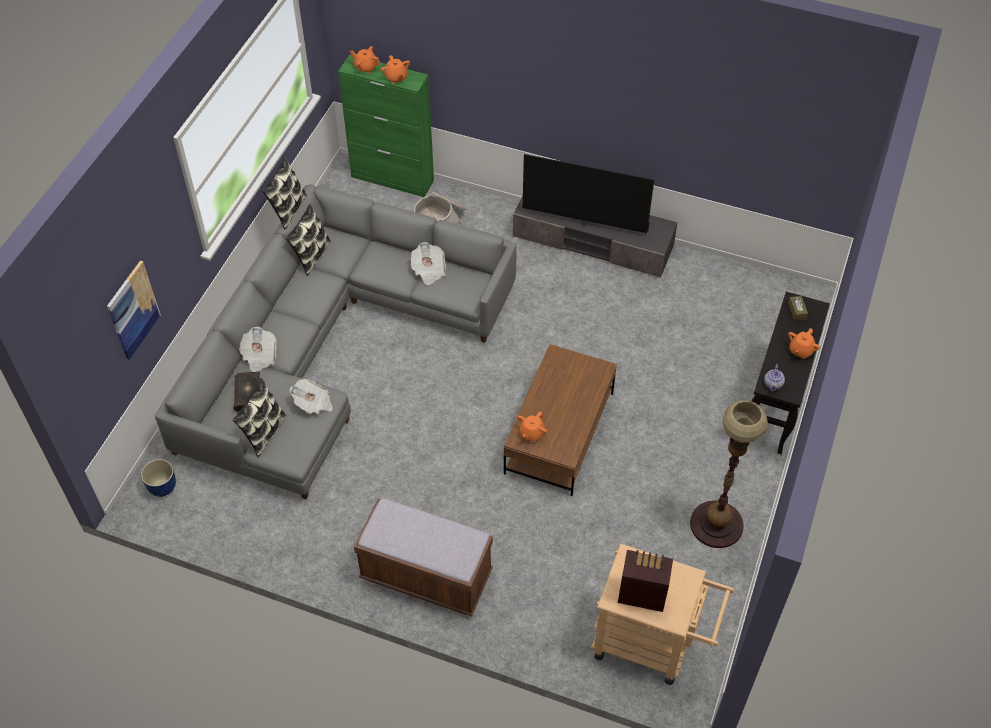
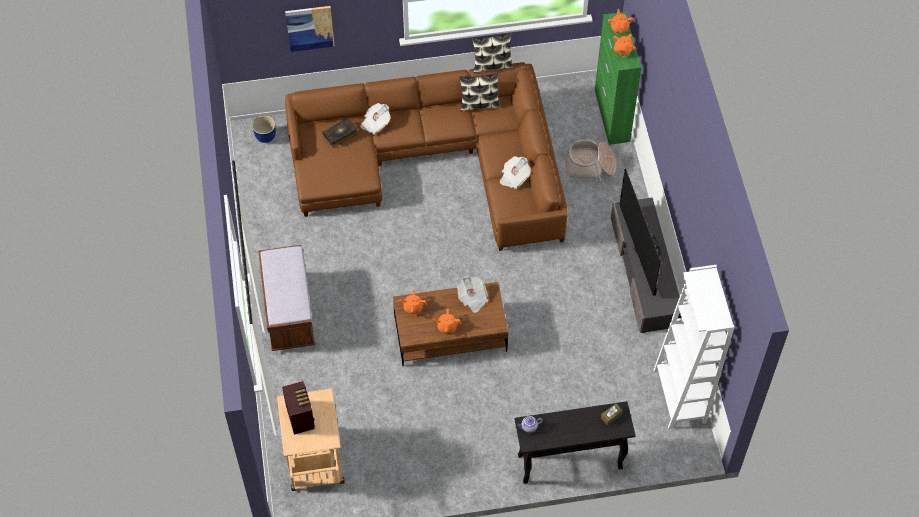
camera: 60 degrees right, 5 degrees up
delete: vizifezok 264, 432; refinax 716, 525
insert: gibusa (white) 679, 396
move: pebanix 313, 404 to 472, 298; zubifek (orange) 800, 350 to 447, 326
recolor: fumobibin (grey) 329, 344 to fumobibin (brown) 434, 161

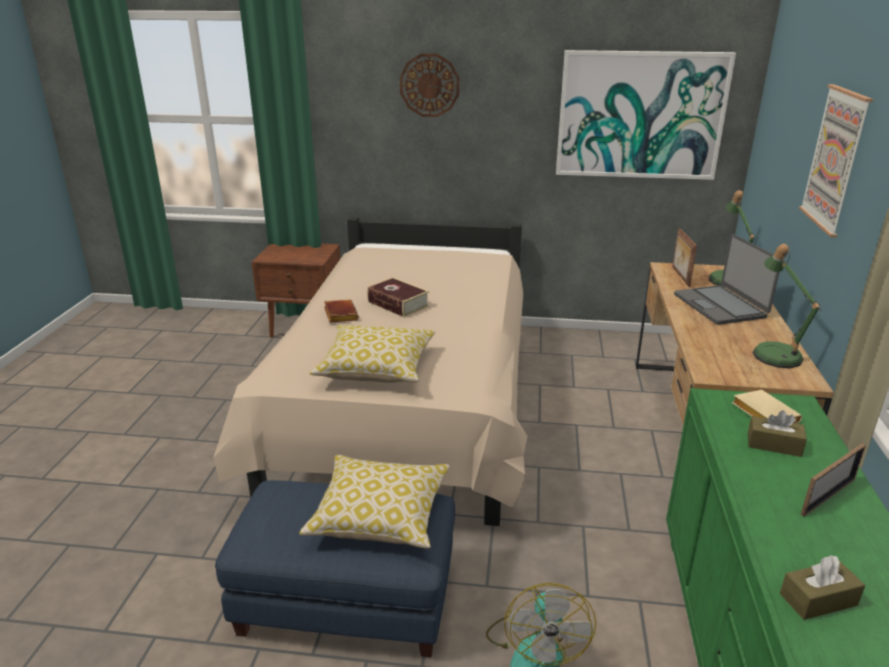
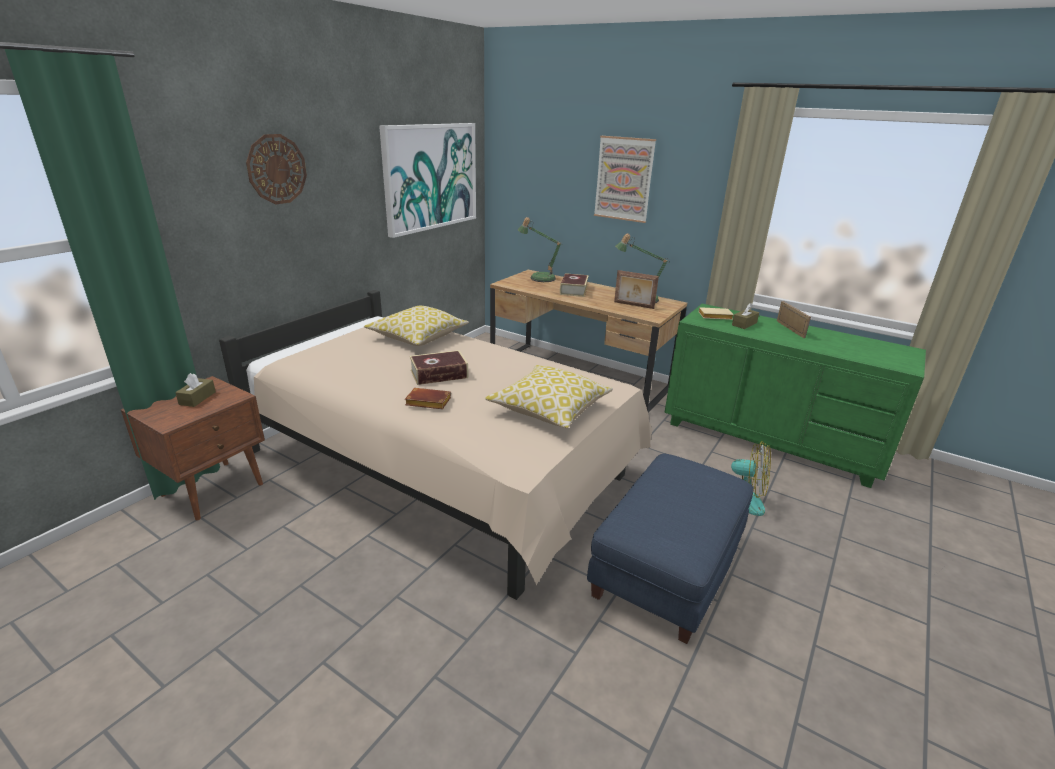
camera: 65 degrees left, 0 degrees up
move: vizifezok 380, 515 to 418, 337; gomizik 680, 276 to 633, 305; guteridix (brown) 818, 599 to 197, 398
replace: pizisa 720, 306 to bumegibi 573, 290

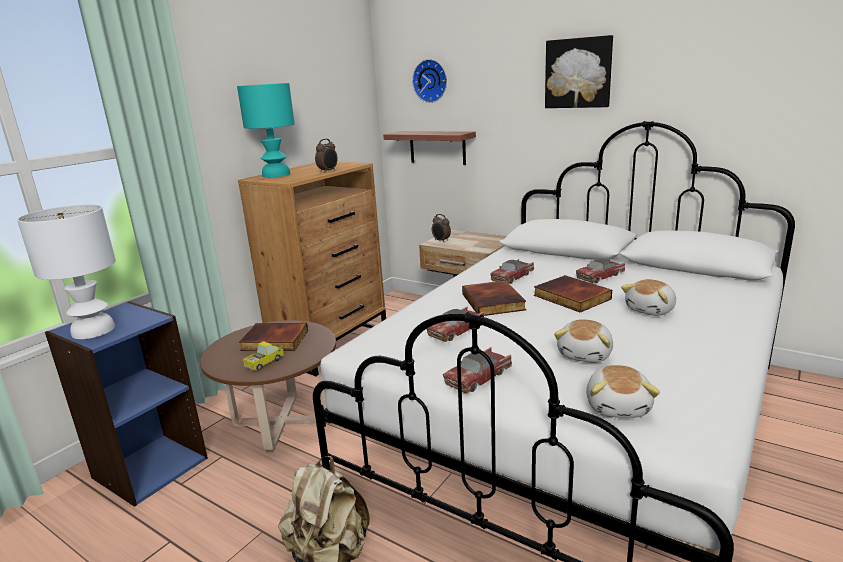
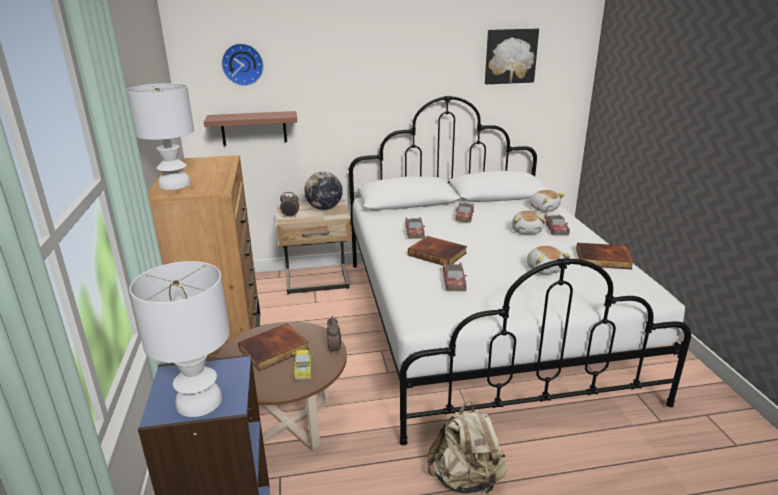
camera: 45 degrees left, 5 degrees up
insert: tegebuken 324, 208
move: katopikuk 328, 171 to 334, 349; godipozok 478, 377 to 555, 229; bumegibi 570, 297 to 603, 259; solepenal 578, 73 to 510, 56; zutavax 618, 406 to 544, 208
recolor: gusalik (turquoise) 276, 174 to gusalik (white) 174, 184

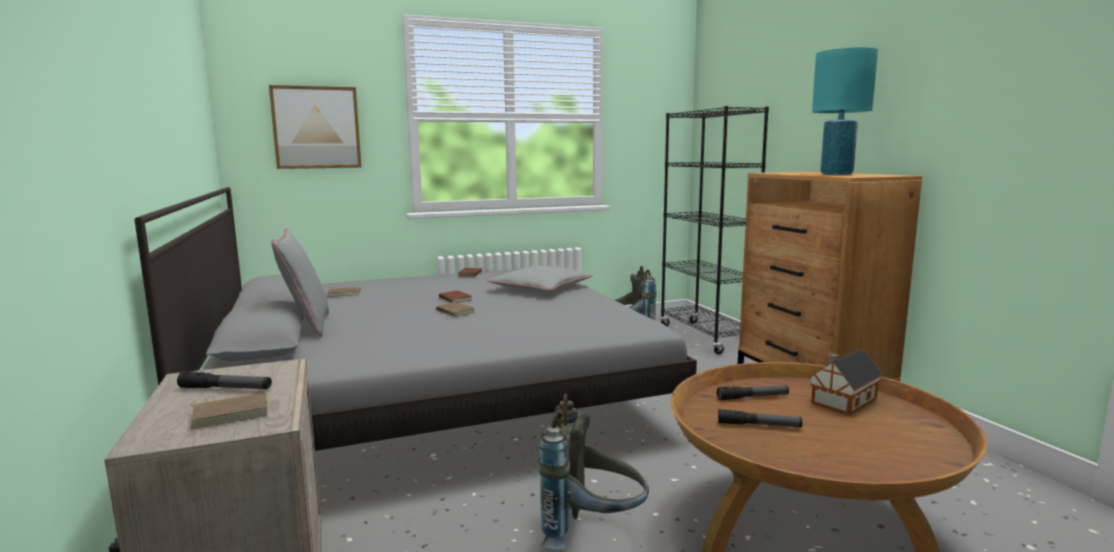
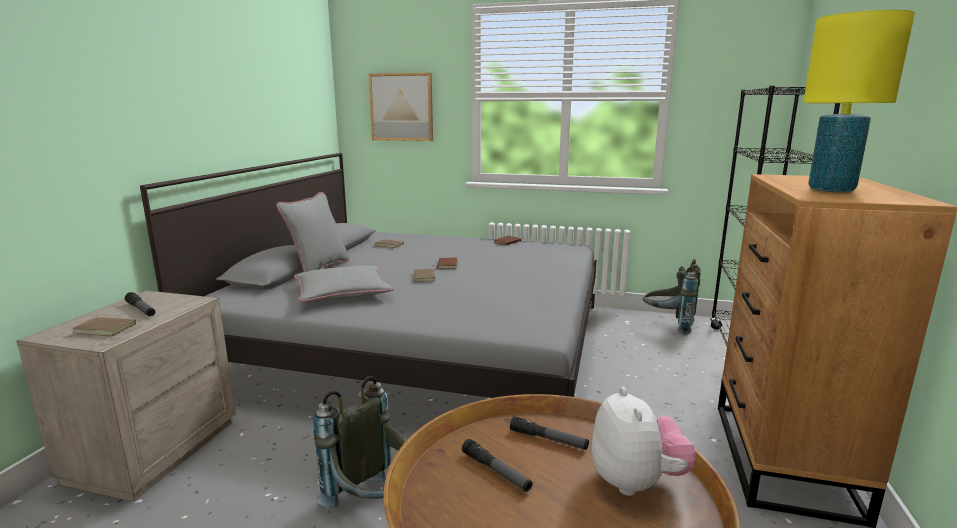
camera: 35 degrees right, 5 degrees up
move: vizifezok (grey) 540, 288 to 342, 292
replace: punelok 841, 401 to zutavax 636, 482
recolor: gusalik (turquoise) 836, 174 to gusalik (yellow) 830, 190

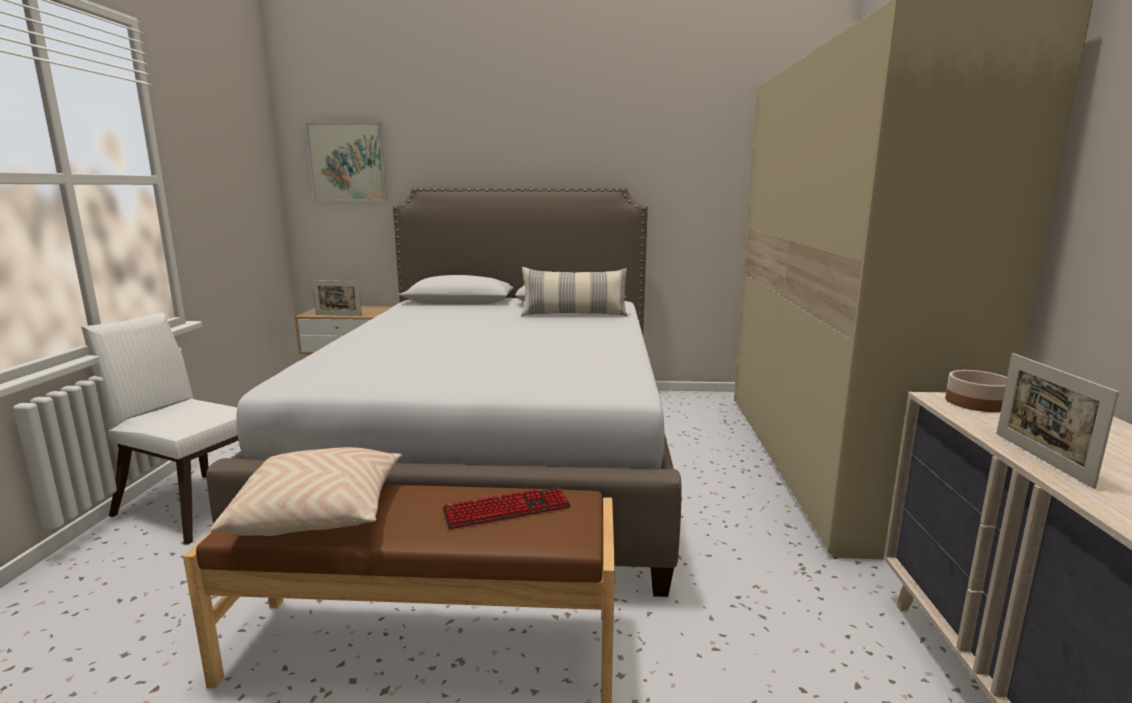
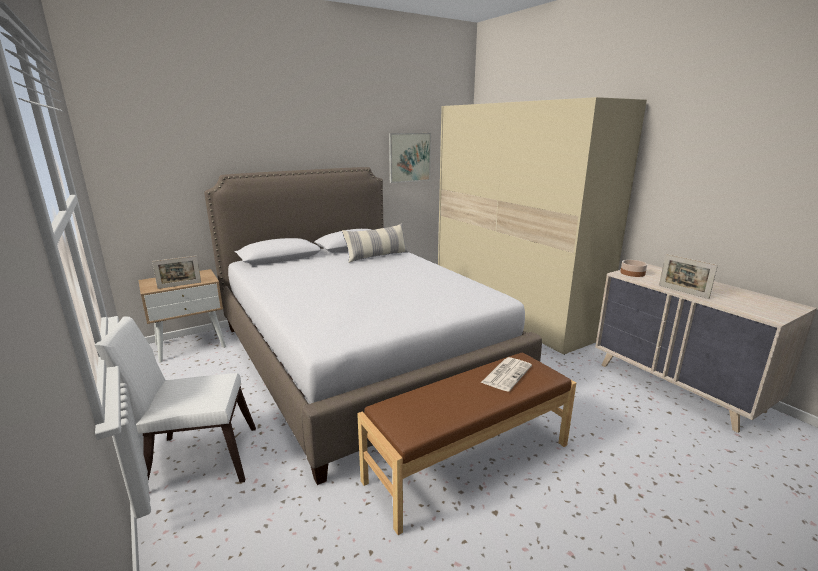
camera: 35 degrees left, 5 degrees up
delete: vizifezok (beige) 319, 513
move: solepenal 347, 162 to 409, 157
replace: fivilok 507, 510 to pebanix 506, 374

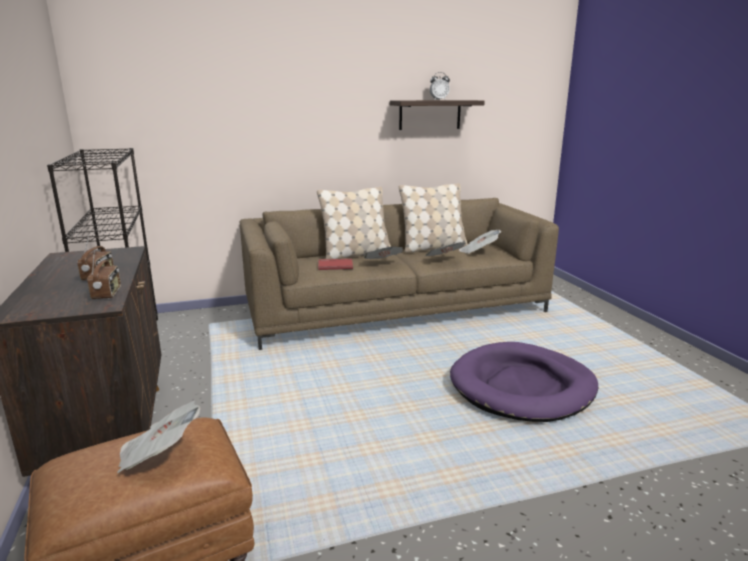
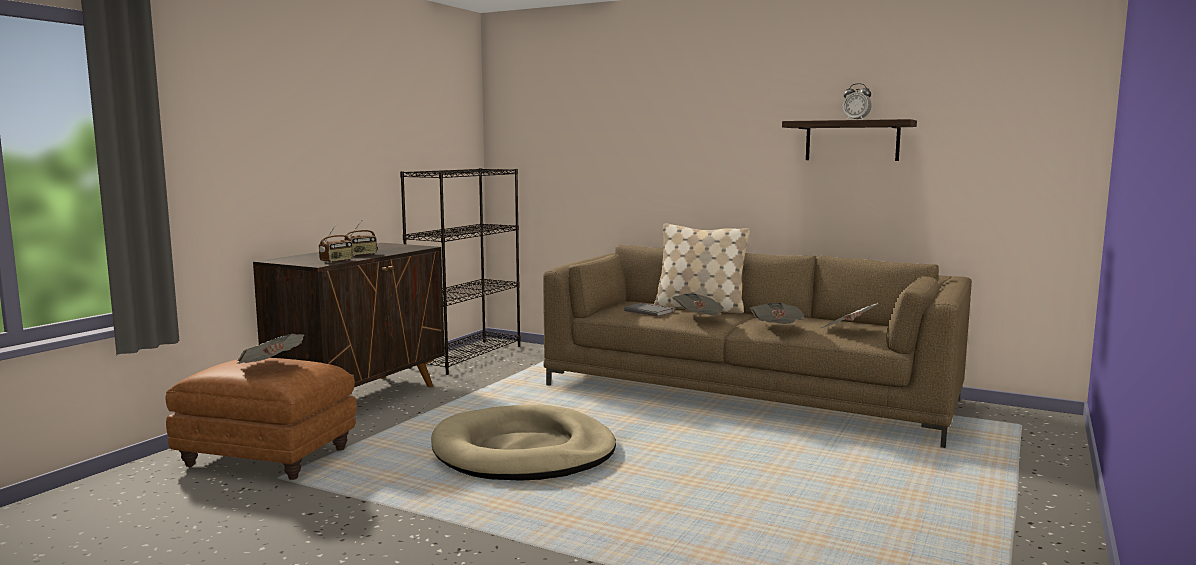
camera: 45 degrees right, 10 degrees down
delete: vizifezok (beige) 432, 247; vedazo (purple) 522, 386
insert: vedazo (beige) 523, 452
recolor: bumegibi (red) 335, 265 to bumegibi (grey) 649, 311

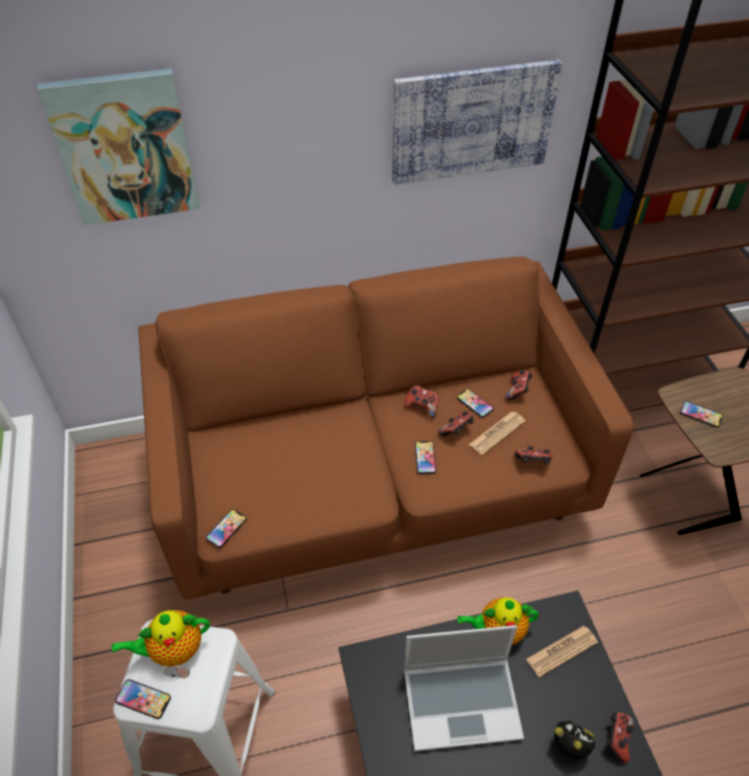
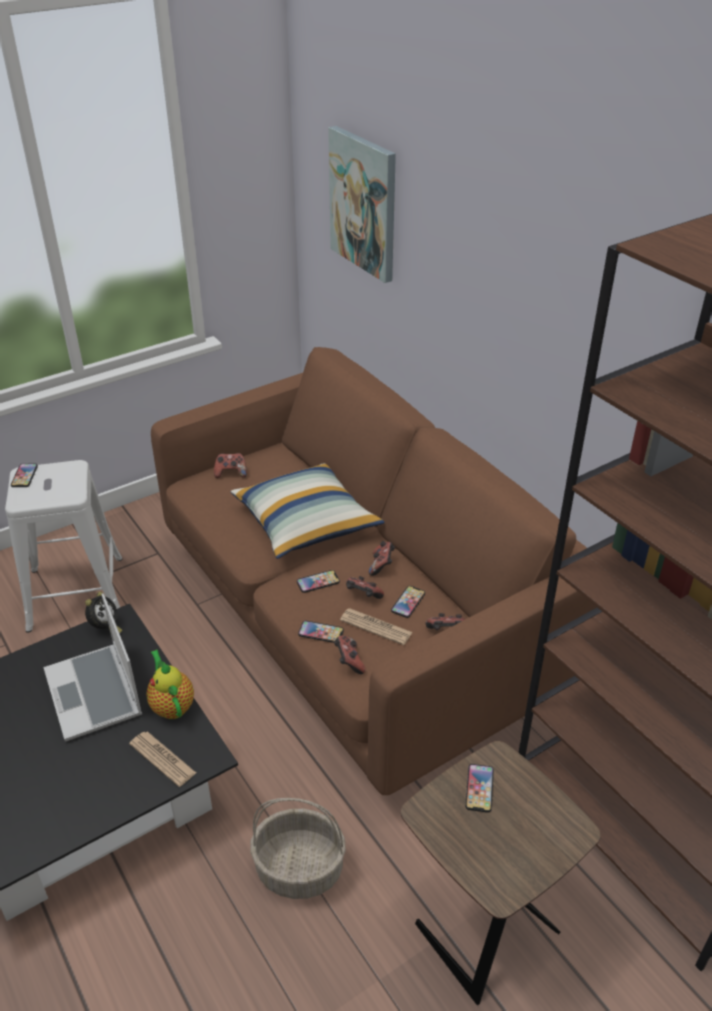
camera: 70 degrees right, 10 degrees down
delete: zubifek 173, 649; solepenal 472, 122
insert: vizifezok 306, 523; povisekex 298, 870
move: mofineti 226, 529 to 321, 632; katopikuk 571, 746 to 105, 628; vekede 617, 739 to 231, 473

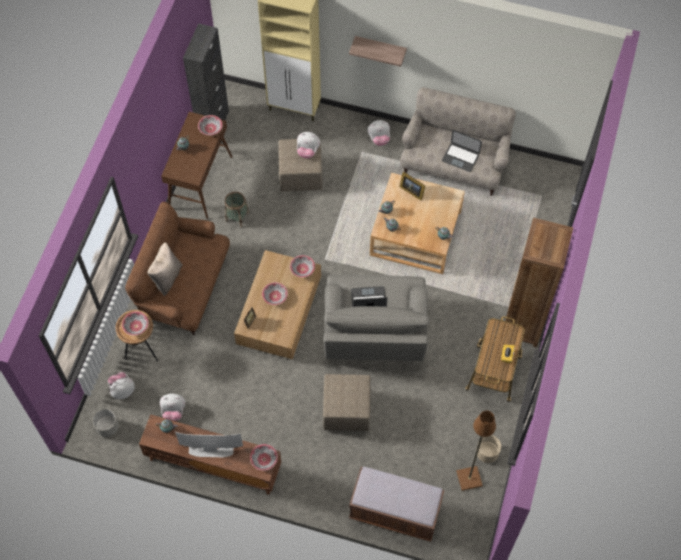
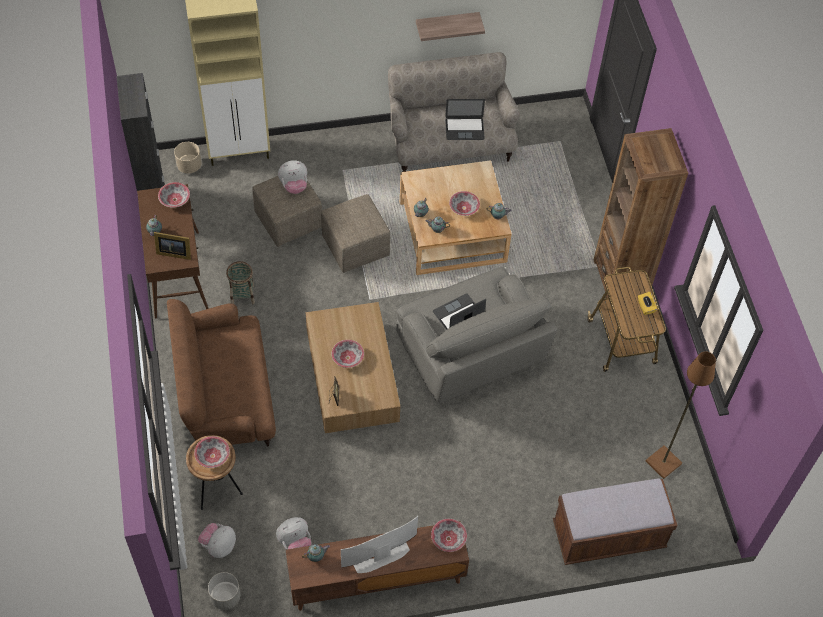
camera: 30 degrees left, 5 degrees down
delete: vizifezok (beige) 166, 277; zutavax 379, 139
move: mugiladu 302, 269 to 464, 208; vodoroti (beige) 347, 411 to 356, 247; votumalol 380, 48 to 447, 24; gomizik 411, 190 to 173, 252; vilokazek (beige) 487, 453 to 189, 166

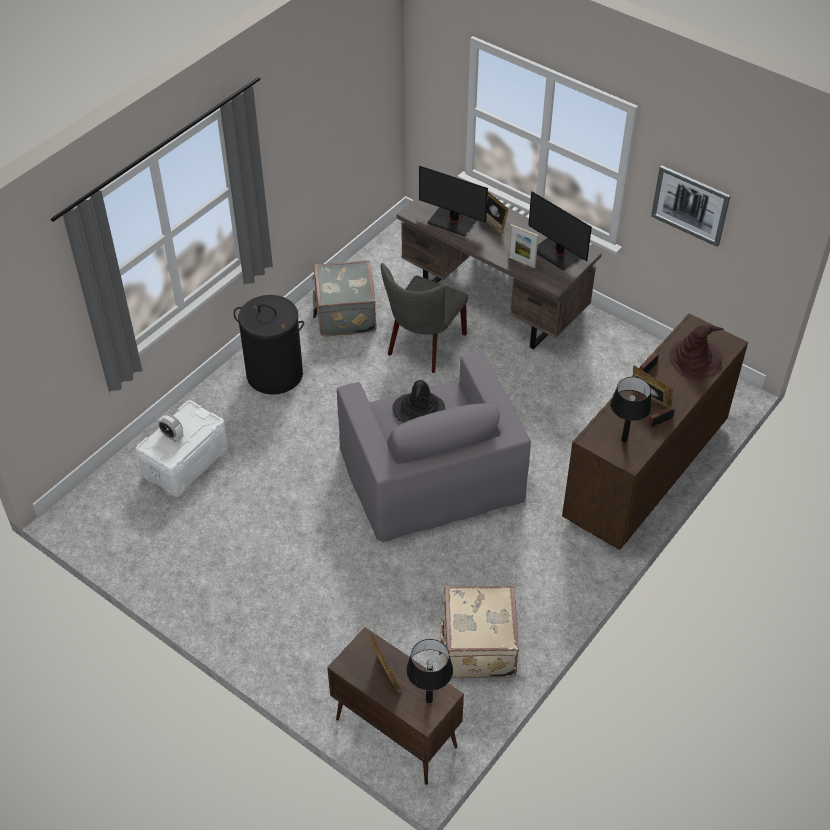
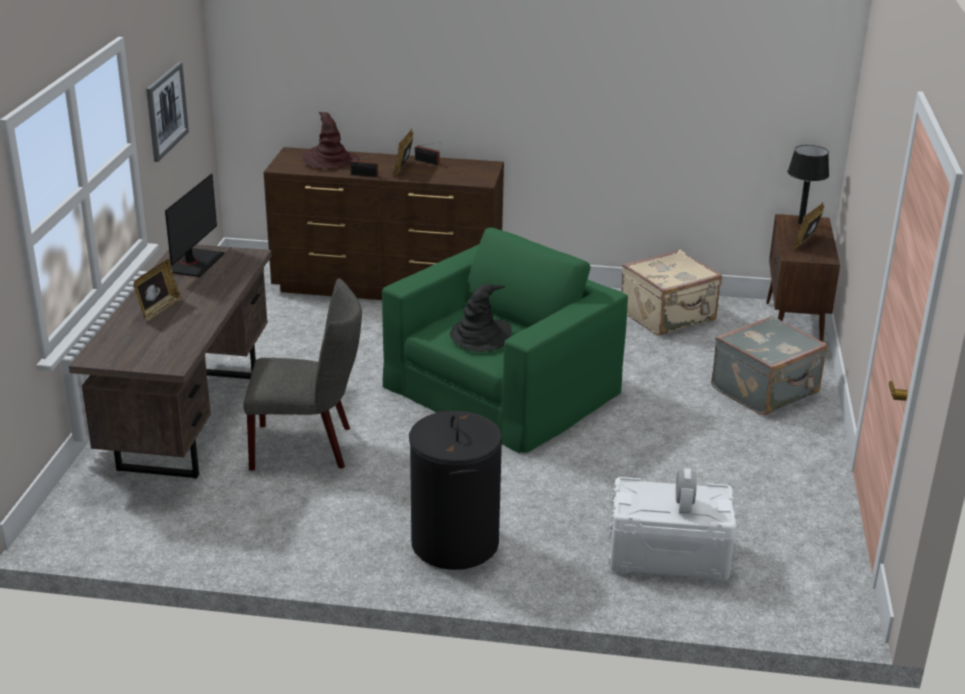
camera: 120 degrees left, 20 degrees down
delete: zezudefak 452, 221; gomizik 521, 262; gusalik (black) 624, 440
move: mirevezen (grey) 344, 314 to 766, 391
recolor: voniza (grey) 431, 472 to voniza (green) 502, 388

